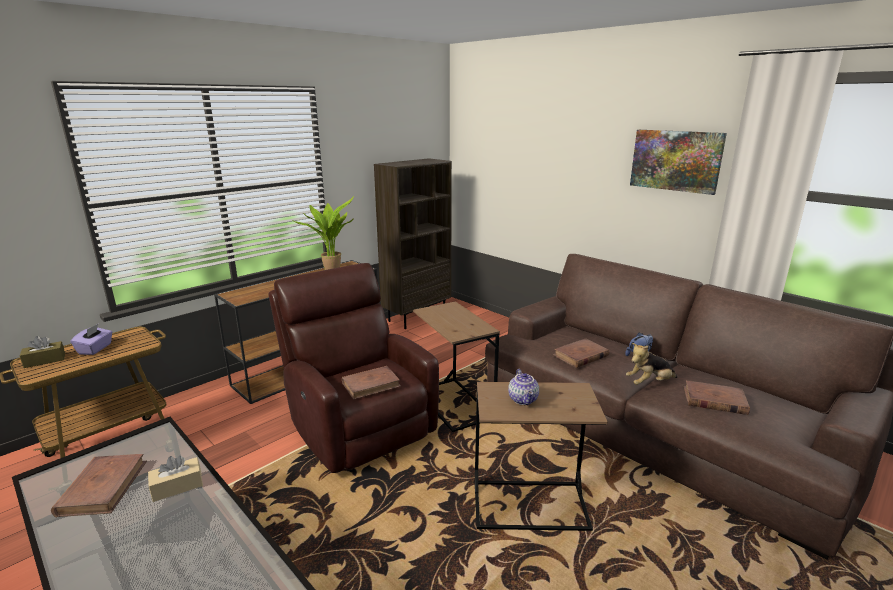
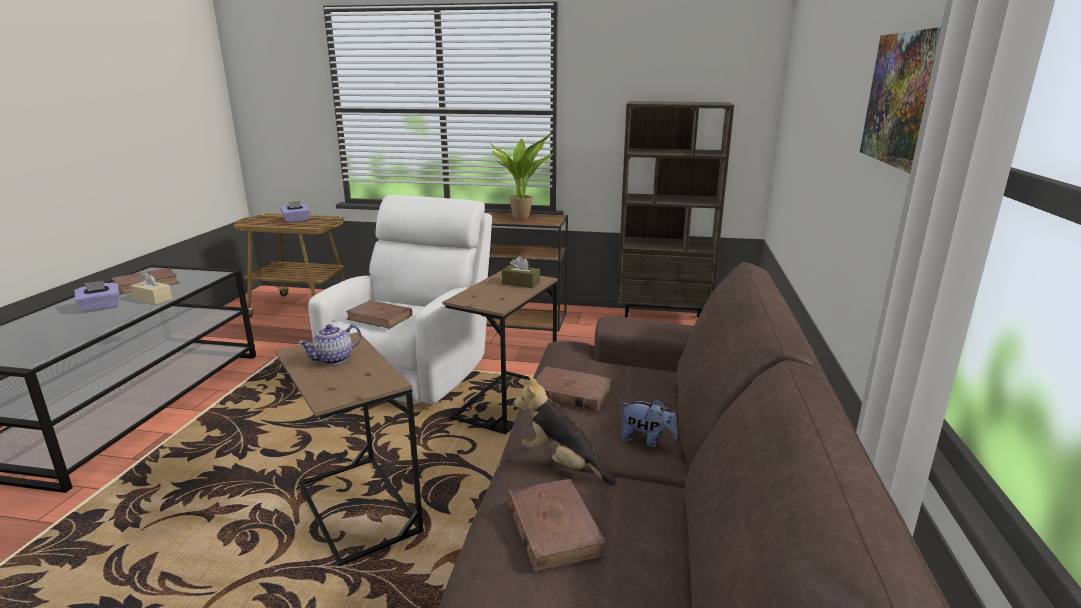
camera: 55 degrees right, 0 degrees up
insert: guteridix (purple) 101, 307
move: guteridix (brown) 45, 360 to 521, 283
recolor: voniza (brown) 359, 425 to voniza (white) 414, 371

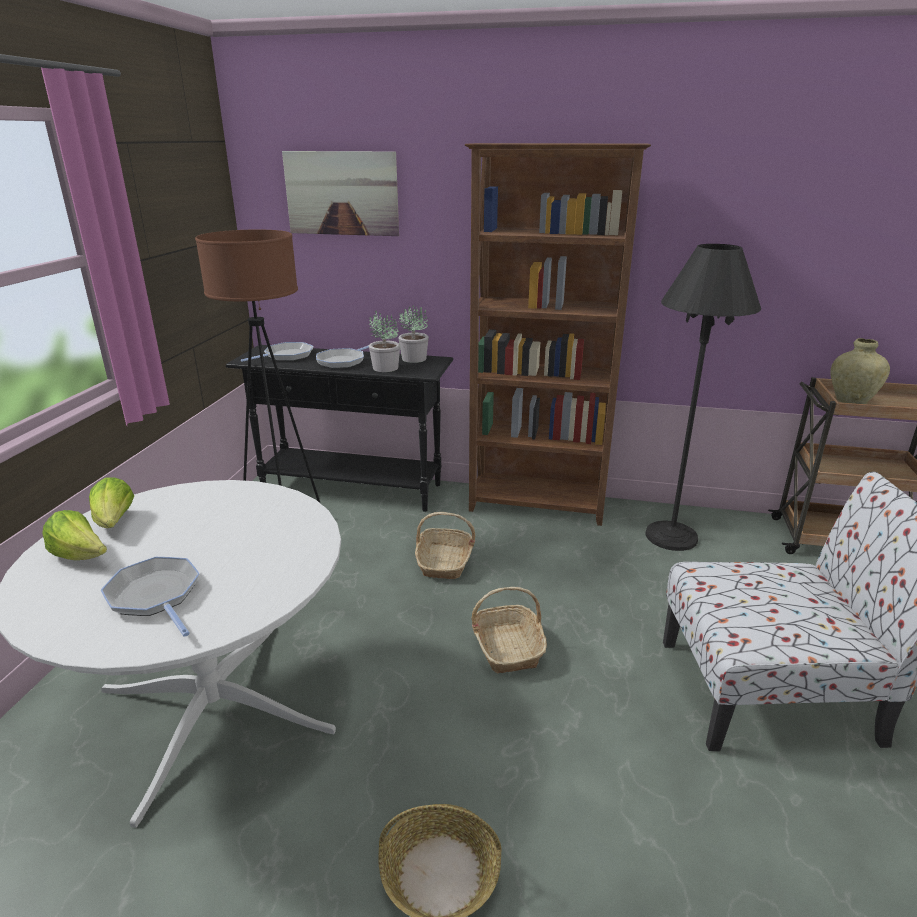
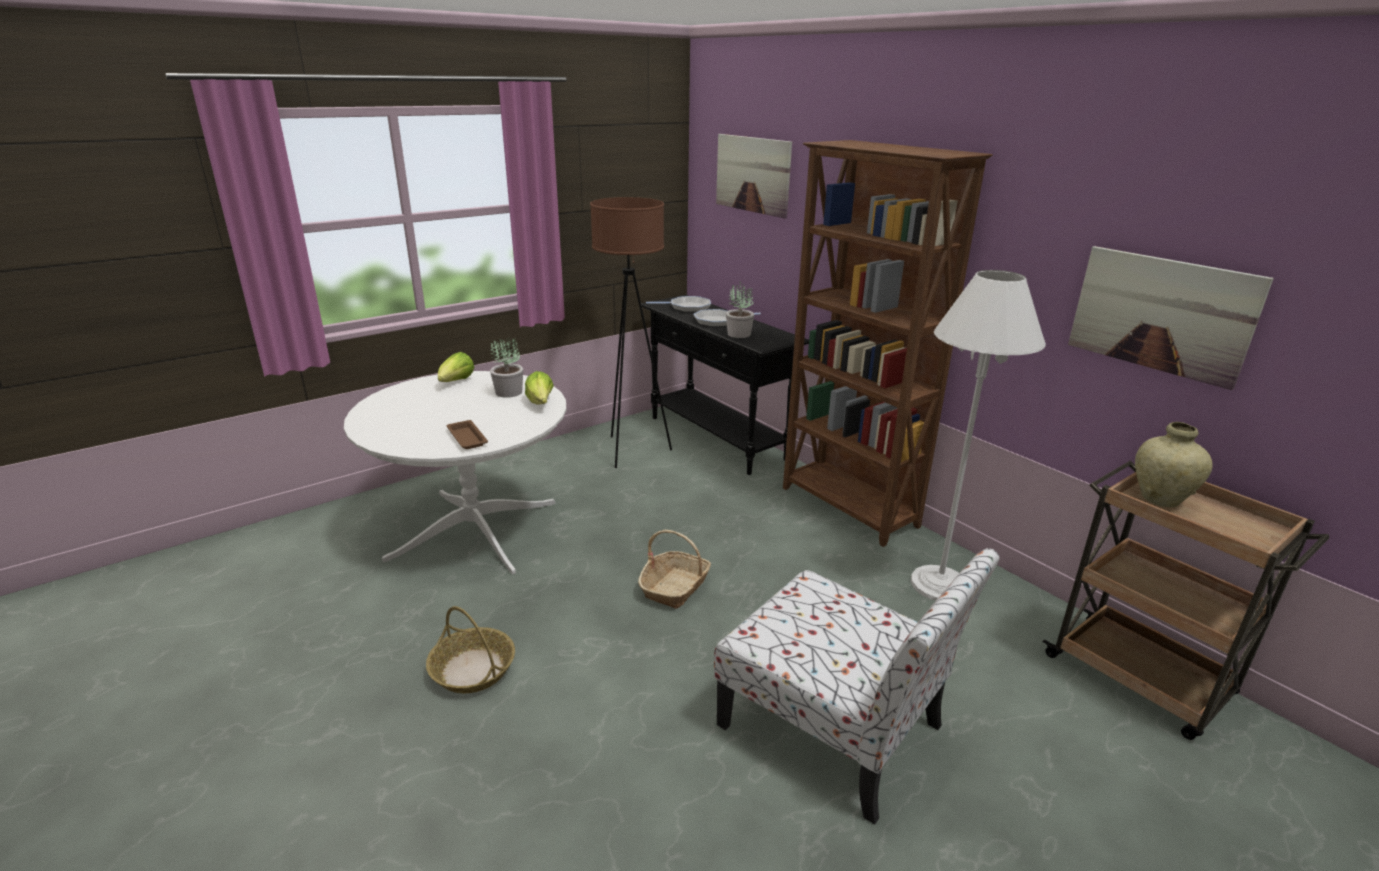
camera: 40 degrees right, 0 degrees up
delete: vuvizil 156, 596; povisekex 444, 562
insert: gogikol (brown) 467, 437; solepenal 1161, 314
move: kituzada 81, 556 to 540, 403; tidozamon 414, 359 to 509, 392
recolor: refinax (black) 671, 536 to refinax (white) 939, 584

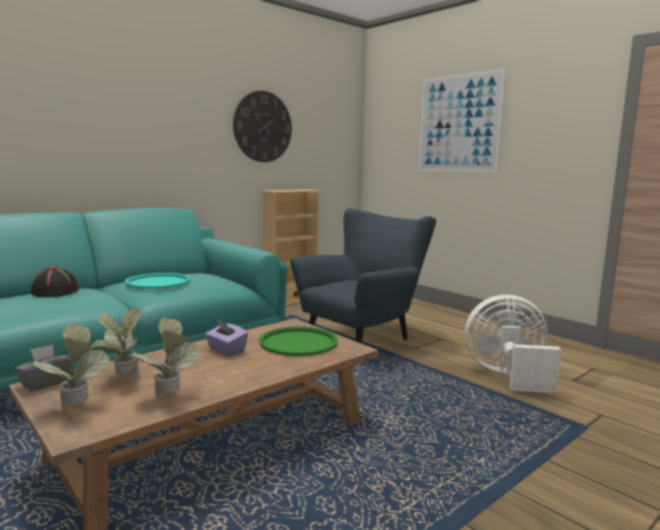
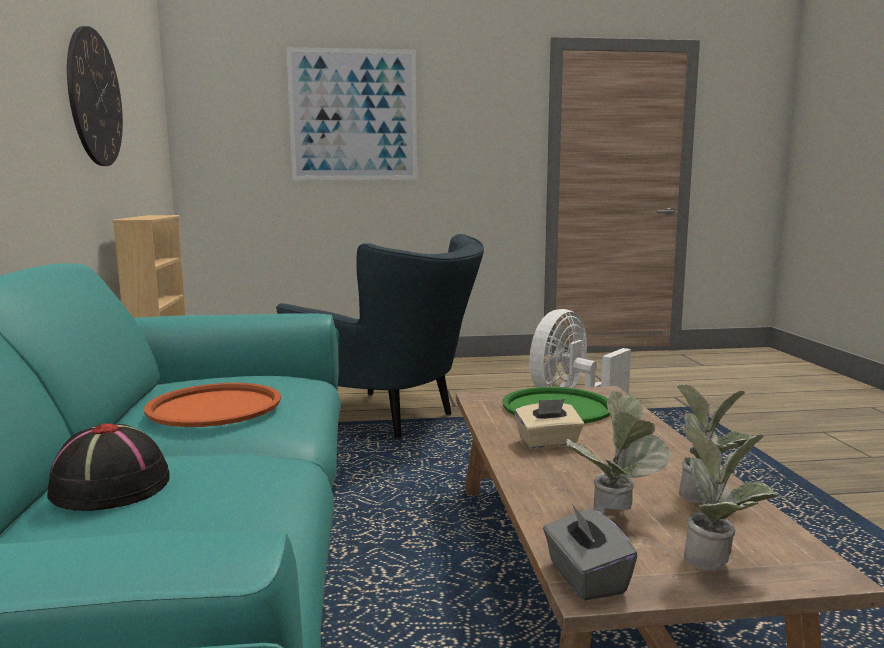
camera: 55 degrees left, 0 degrees up
recolor: gogikol (turquoise) 158, 282 to gogikol (orange) 214, 406; guteridix (purple) 226, 350 to guteridix (beige) 548, 443
rotate: voniza (blue) 364, 339 = 390, 417 135 degrees clockwise

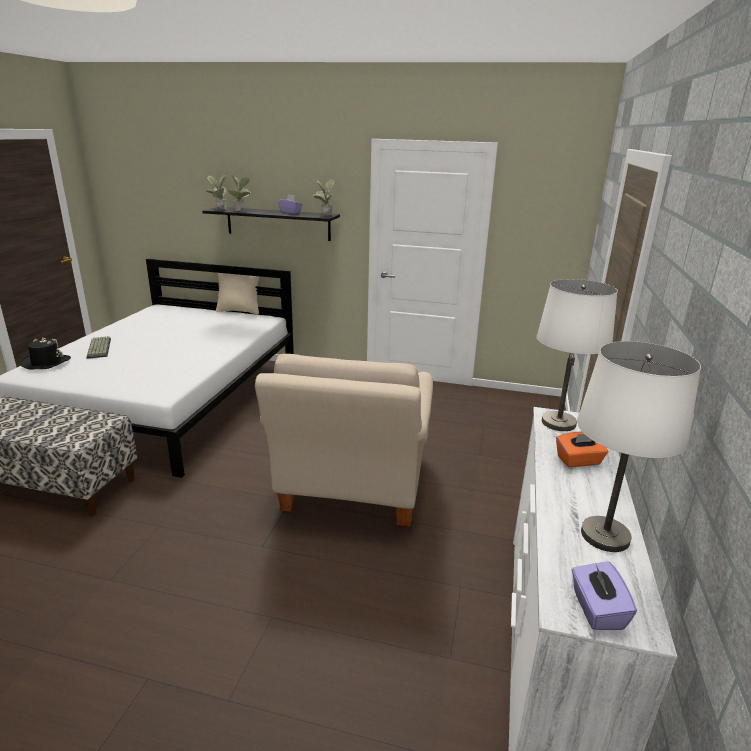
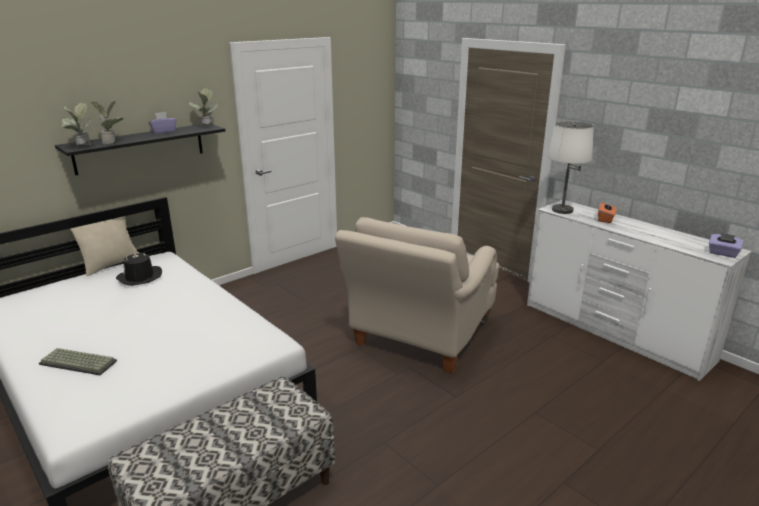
camera: 55 degrees left, 0 degrees up
delete: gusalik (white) 605, 536
move: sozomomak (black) 46, 363 to 139, 277
rotate: voniza (beige) 353, 487 = 419, 337 75 degrees clockwise

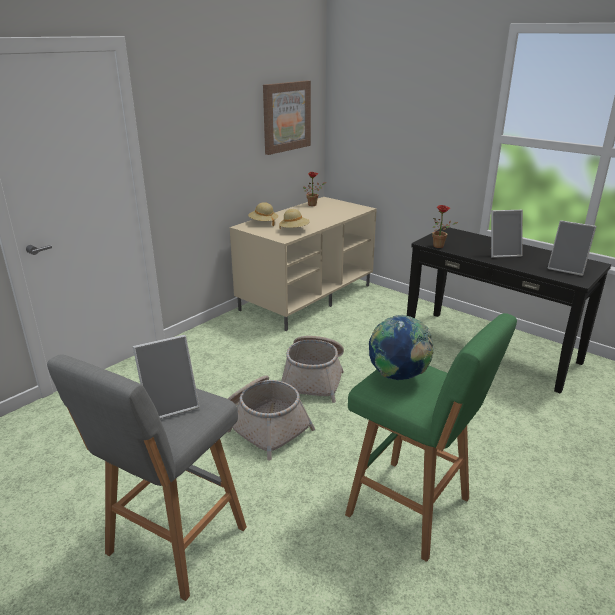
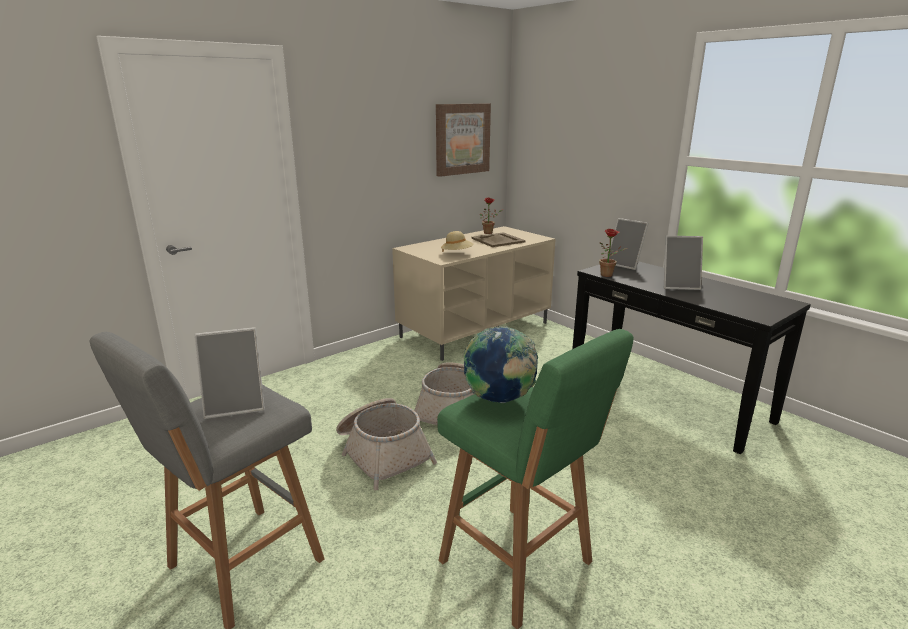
camera: 10 degrees right, 5 degrees down
delete: sozomomak (beige) 263, 223
insert: gogikol (beige) 498, 240
move: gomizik 567, 269 to 625, 264

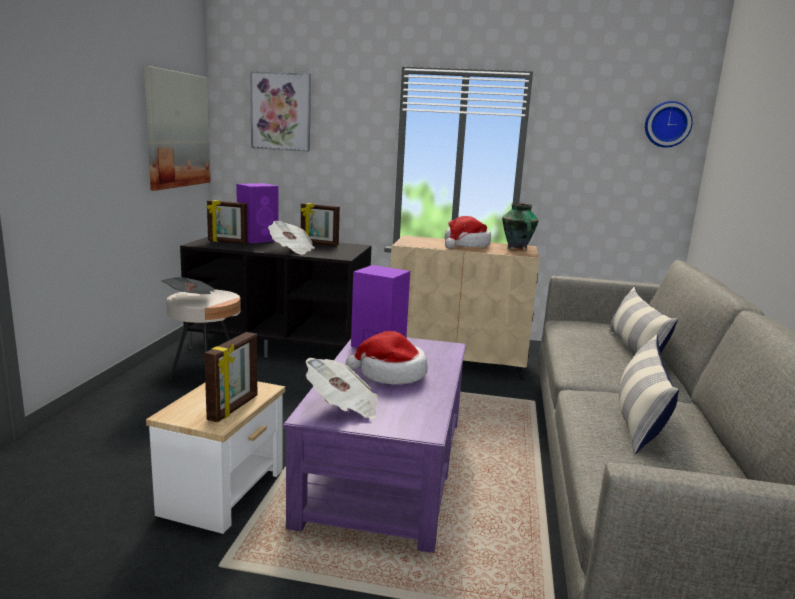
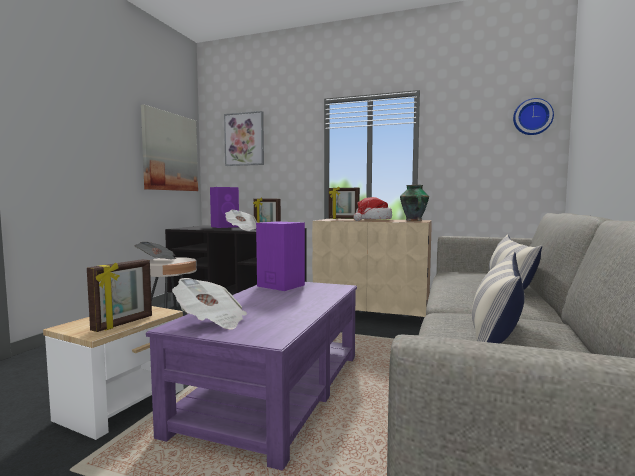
camera: 10 degrees right, 10 degrees down
delete: sozomomak 390, 374
move: gomizik 227, 242 to 343, 219

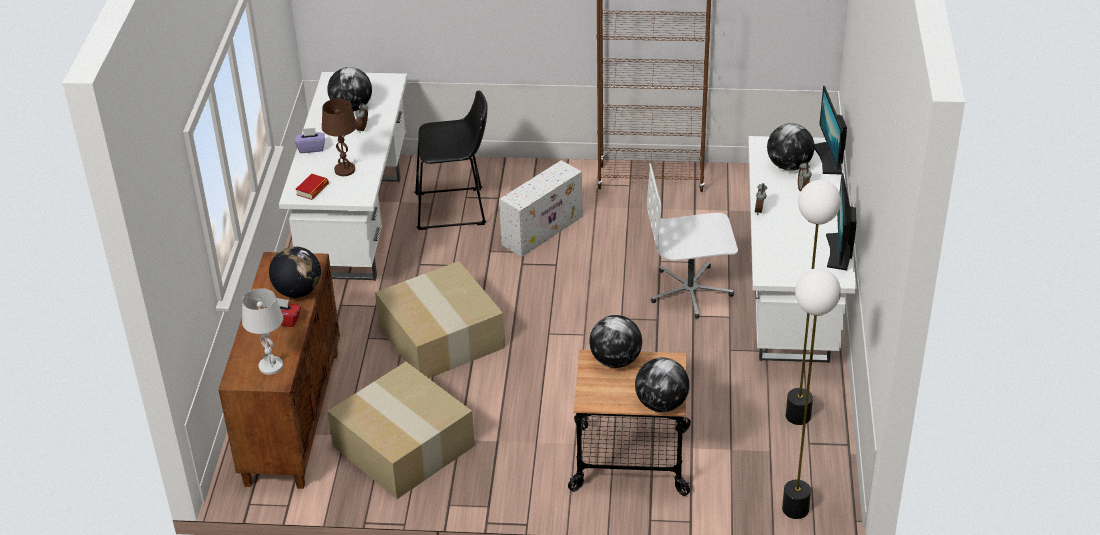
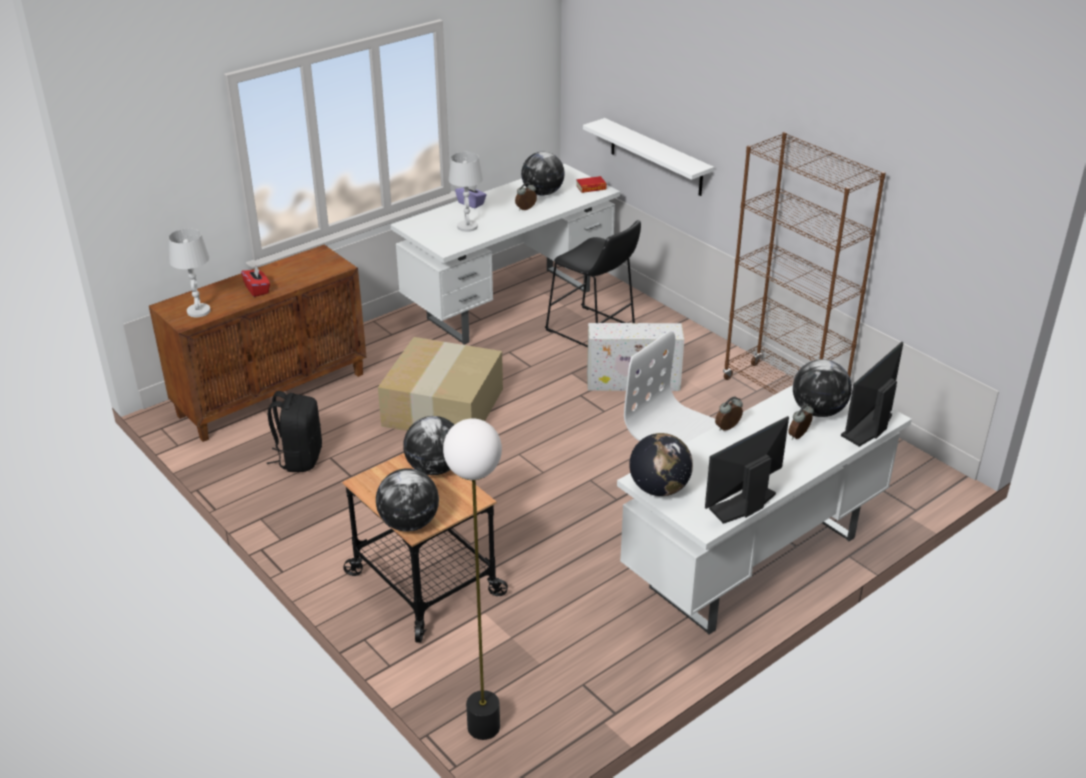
camera: 45 degrees right, 5 degrees down
delete: refinax 797, 415
insert: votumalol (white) 656, 157
move: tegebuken 298, 291 to 659, 489; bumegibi 312, 190 to 591, 188
replace: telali 401, 446 to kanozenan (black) 299, 458
recolor: gusalik (brown) 344, 170 to gusalik (white) 467, 226

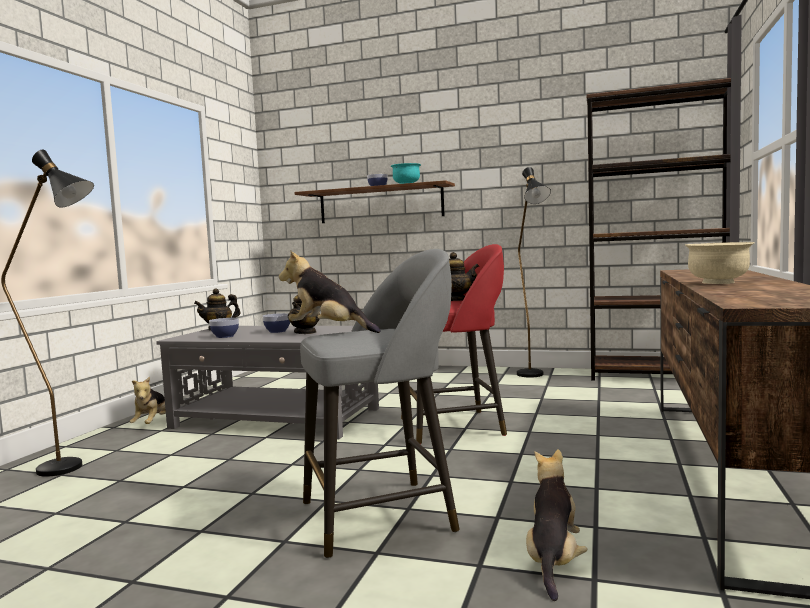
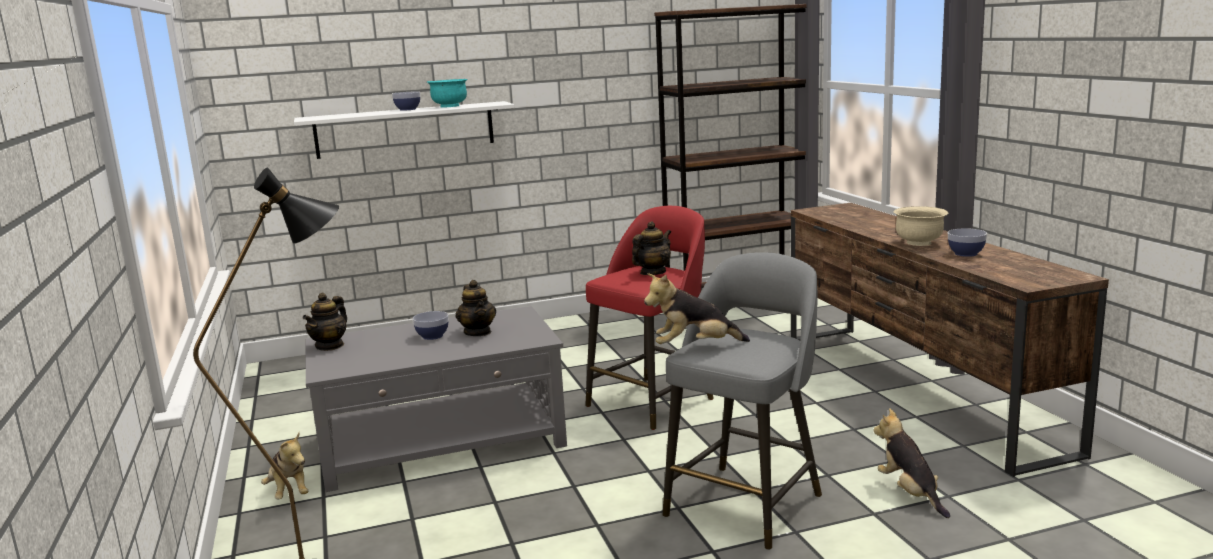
camera: 35 degrees left, 10 degrees up
delete: refinax (black) 534, 376
move: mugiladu 225, 336 to 966, 254
recolor: votumalol (brown) 380, 204 to votumalol (white) 405, 129

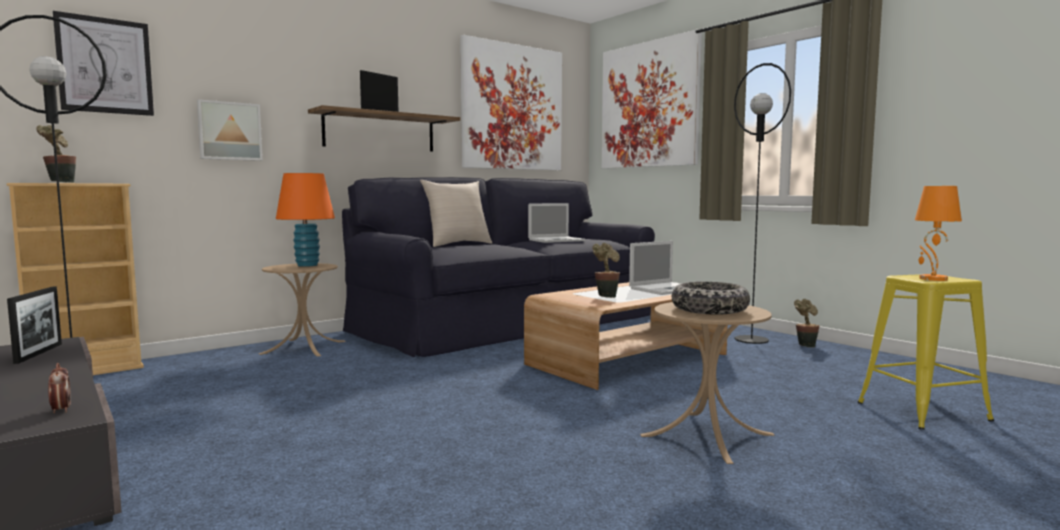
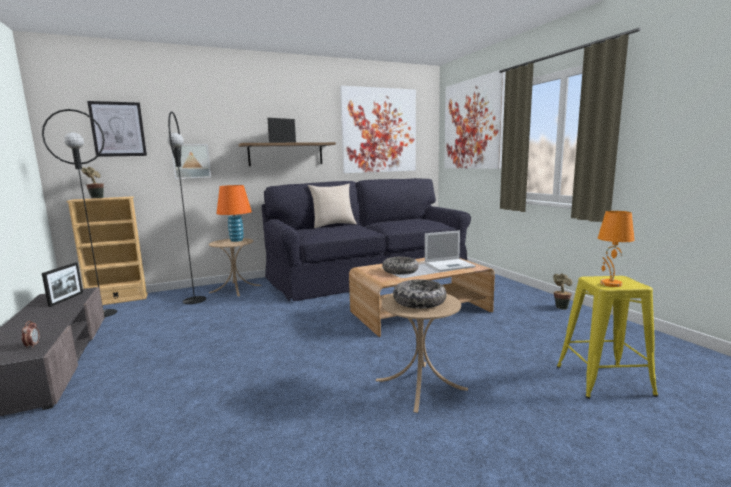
camera: 15 degrees right, 5 degrees up
delete: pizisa 557, 240
move: refinax (black) 751, 339 to 194, 300
replace: tidozamon 606, 296 to mugiladu 400, 271

